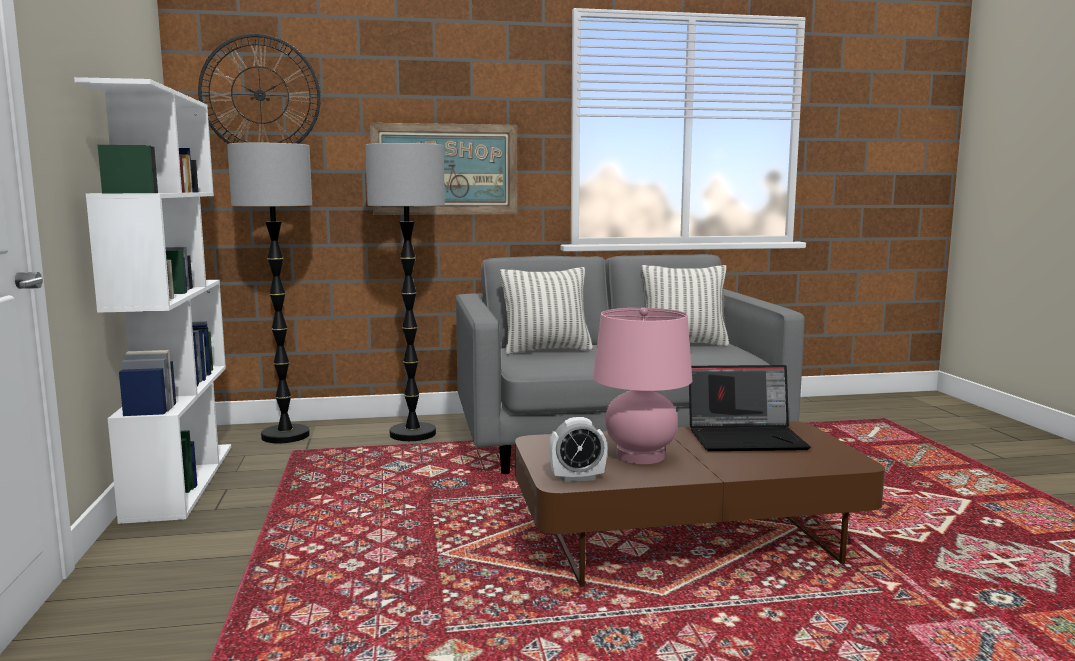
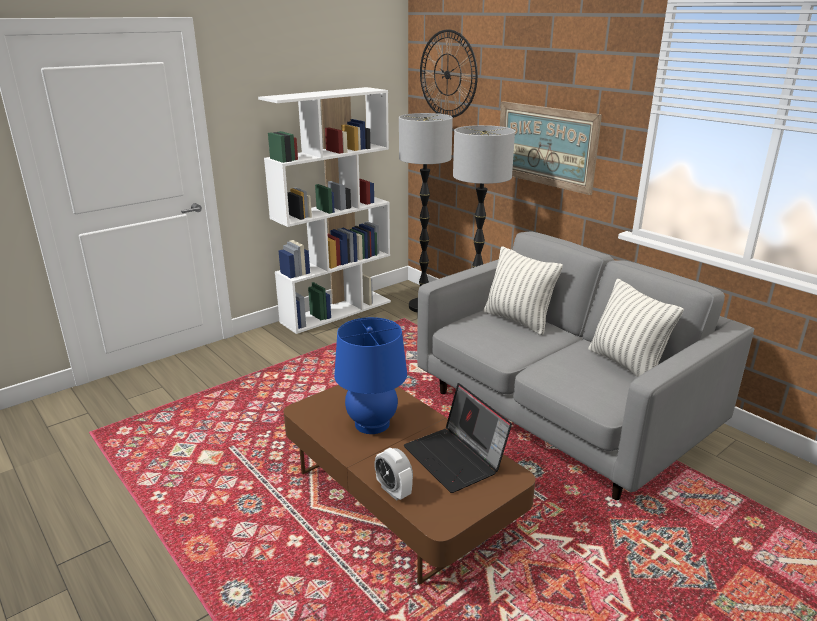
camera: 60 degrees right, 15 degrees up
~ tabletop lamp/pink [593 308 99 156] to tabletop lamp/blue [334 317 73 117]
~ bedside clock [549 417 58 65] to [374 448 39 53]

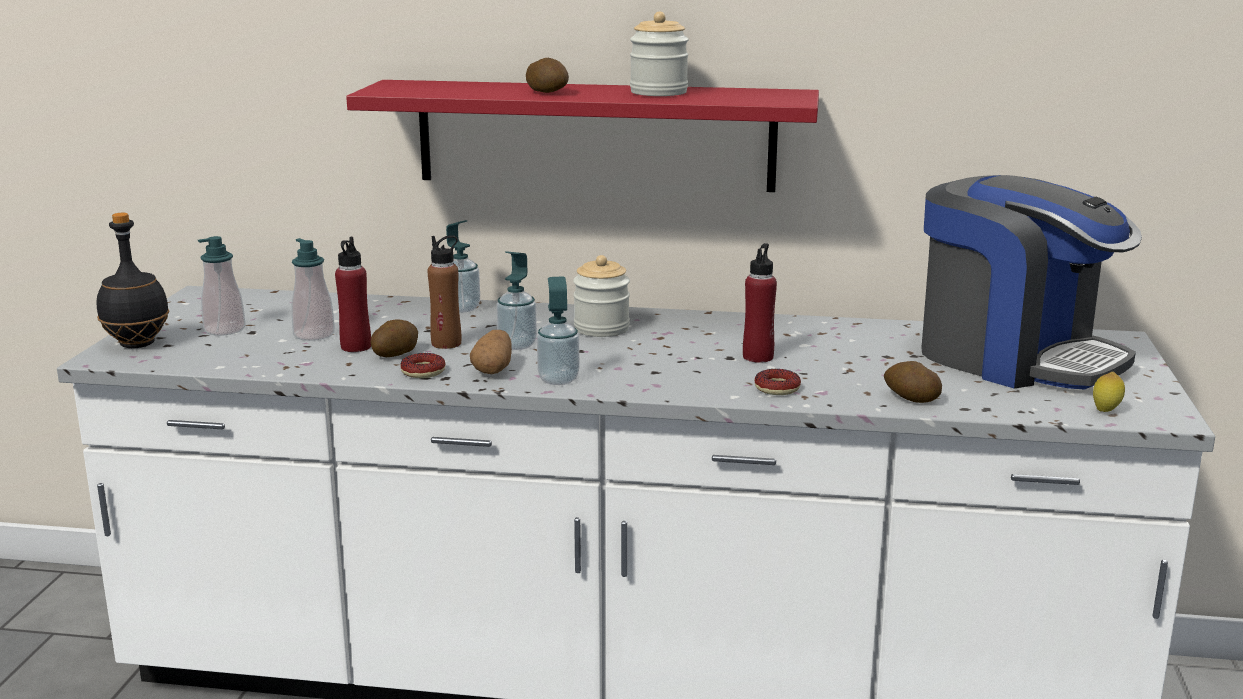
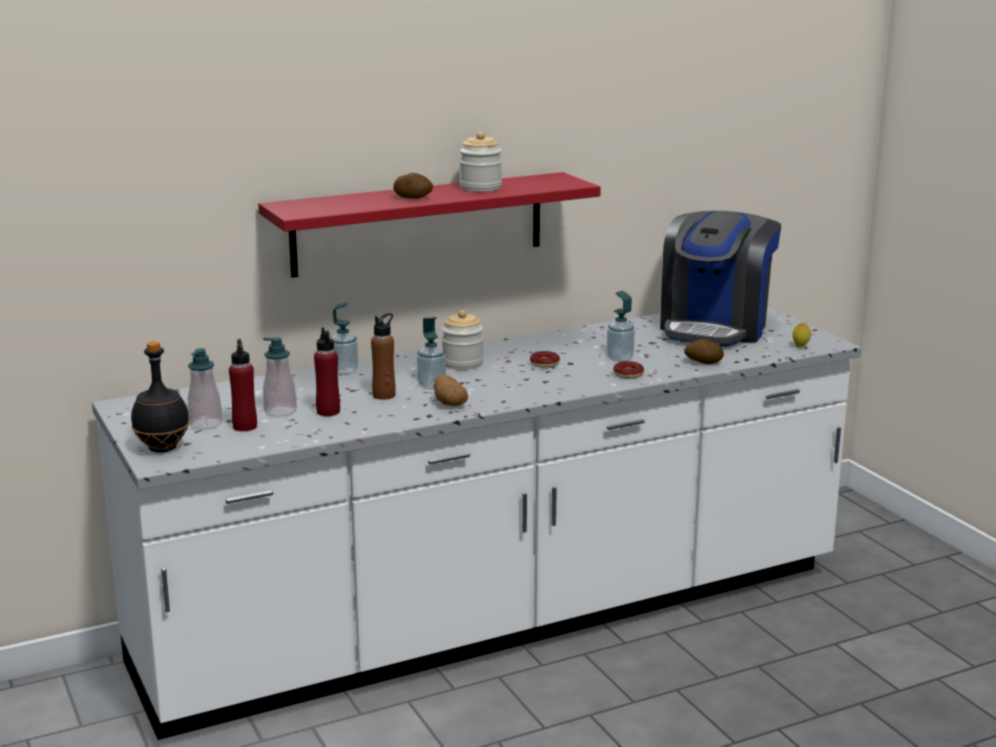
camera: 35 degrees left, 0 degrees up
~ beverage bottle/red-coloured [743 243 34 120] to [229 339 28 92]
~ ring doughnut [400 353 45 25] to [530 351 30 17]
~ soap bottle [537 276 43 109] to [607 291 28 71]
~ coffee brewer [921 175 221 214] = [660 211 121 136] 105 degrees clockwise
- spud [370 319 48 38]

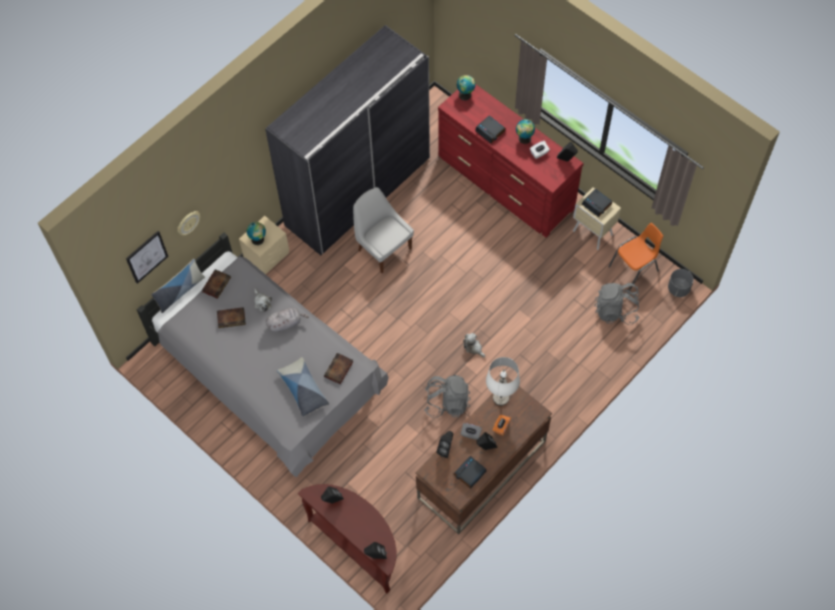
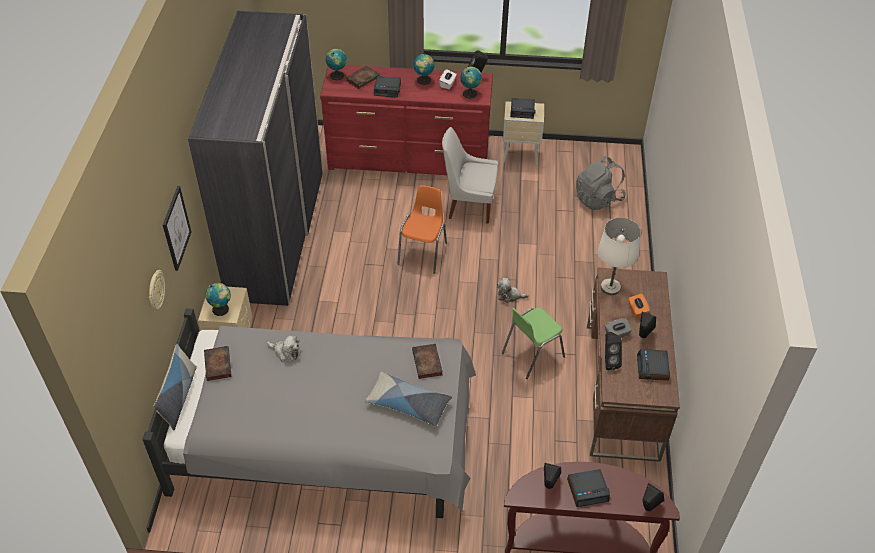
camera: 40 degrees left, 15 degrees down
~ wall picture [126 231 42 53] to [163 186 28 85]
~ bound book [217 307 29 21] to [345 66 35 23]
~ plain chair/orange [608 223 55 68] to [397 185 50 89]
~ plain chair/white [353 187 61 86] to [442 127 56 97]
+ world globe [460 67 22 31]
~ backpack/gray [424 375 47 43] to plain chair/green [502 307 63 72]
+ bedside clock [567 469 43 38]
- plush toy/gray [266 308 43 24]
- plant pot/gray [668 269 26 28]

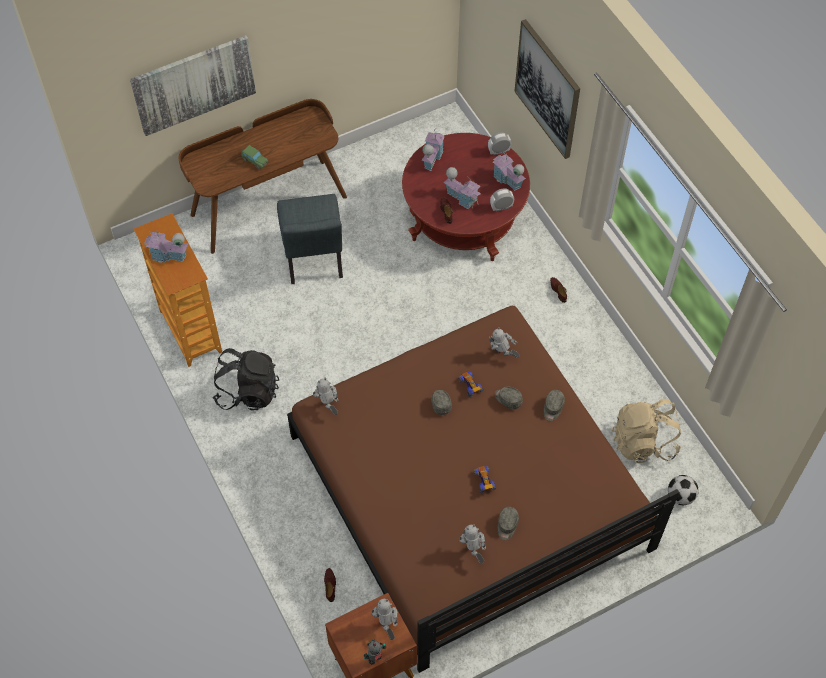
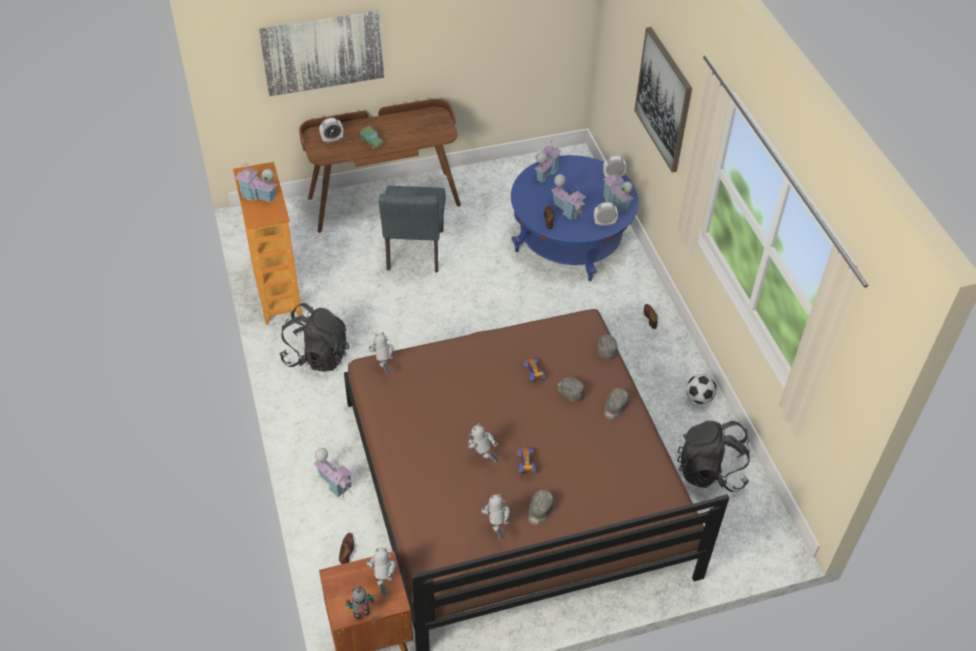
camera: 10 degrees right, 10 degrees down
+ model house [314 448 38 49]
+ bedside clock [319 118 24 25]
~ model robot [489 327 31 31] to [468 423 32 40]
~ coffee table/red-coloured [402 133 128 128] to coffee table/blue [511 155 128 126]
~ peaked cap/gray [431 390 21 25] to [597 335 21 24]
~ backpack/sand-coloured [612 399 69 64] to backpack/black-coloured [677 421 73 71]
~ football [668 475 30 30] to [686 374 31 30]

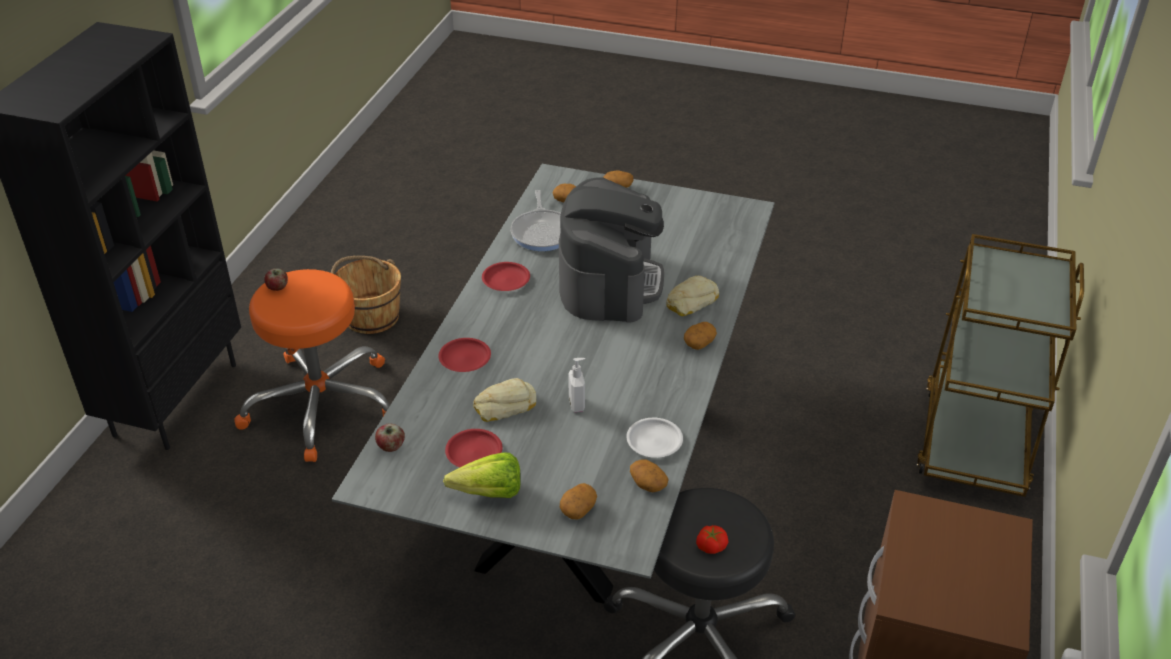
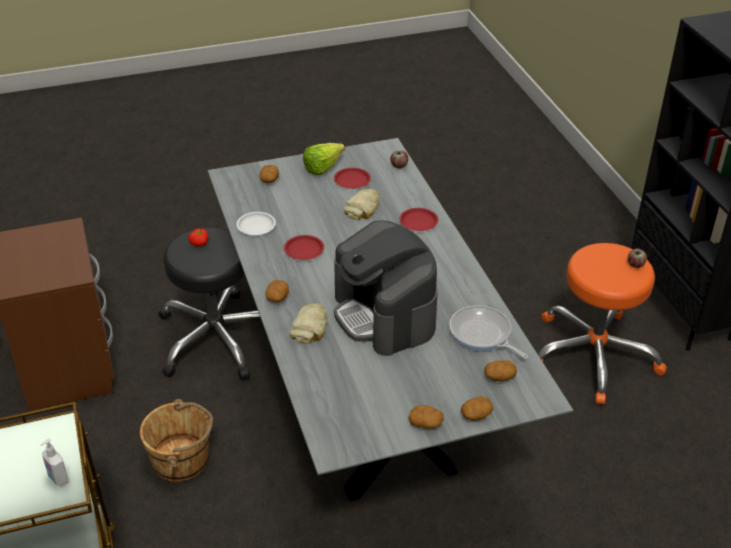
camera: 145 degrees right, 0 degrees up
~ soap bottle [569 358 16 54] to [40 439 28 47]
~ pail/brownish [331 256 70 78] to [140 399 73 83]
~ plate/red-coloured [482 262 48 29] to [284 235 40 25]
~ spud [630 459 39 33] to [409 405 35 23]

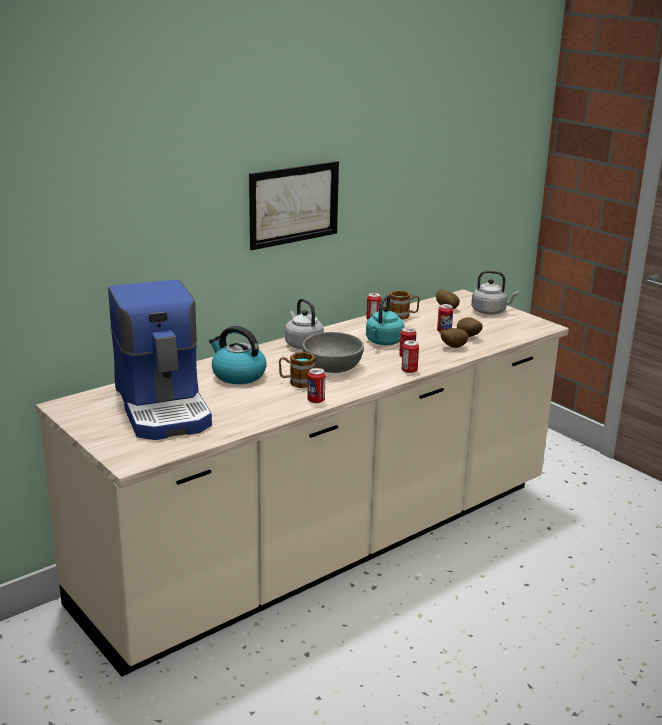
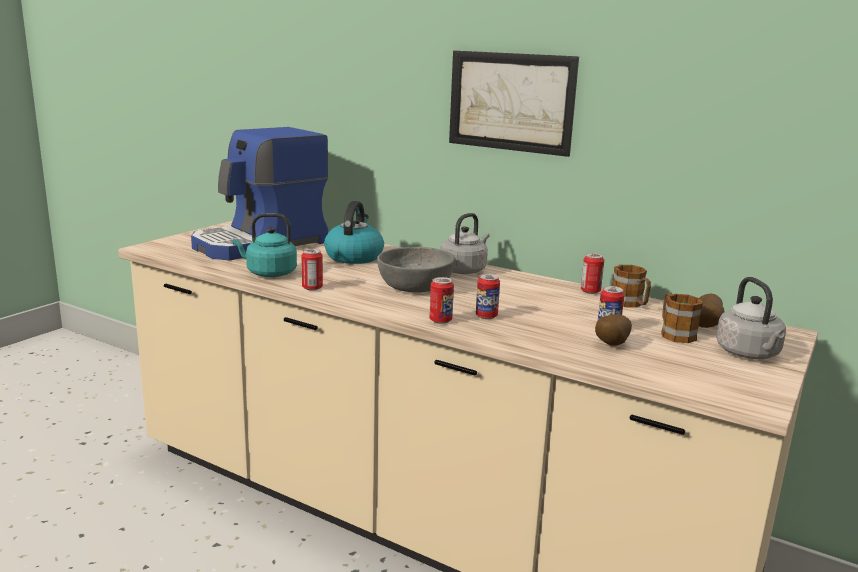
camera: 70 degrees right, 5 degrees down
~ water kettle/turquoise-coloured [366 295 39 50] to [233 213 64 64]
~ mug [279 352 36 36] to [661 293 42 50]
- spud [441 328 27 20]

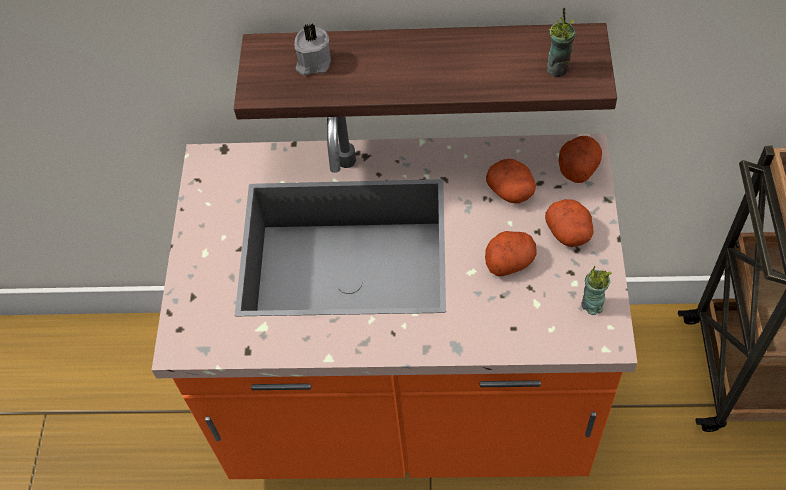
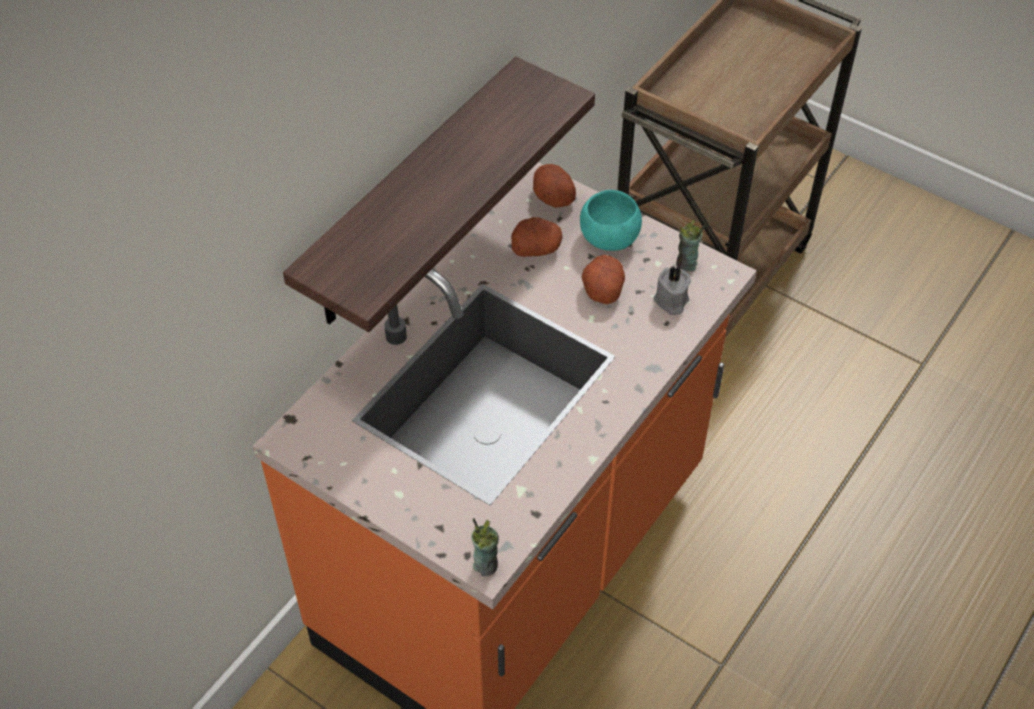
camera: 60 degrees left, 5 degrees down
~ small cup [547 7 29 70] to [471 518 28 58]
~ spud [545 199 49 48] to bowl/turquoise-coloured [580 190 62 61]
~ wax light/gray [294 23 37 52] to [653 266 38 49]

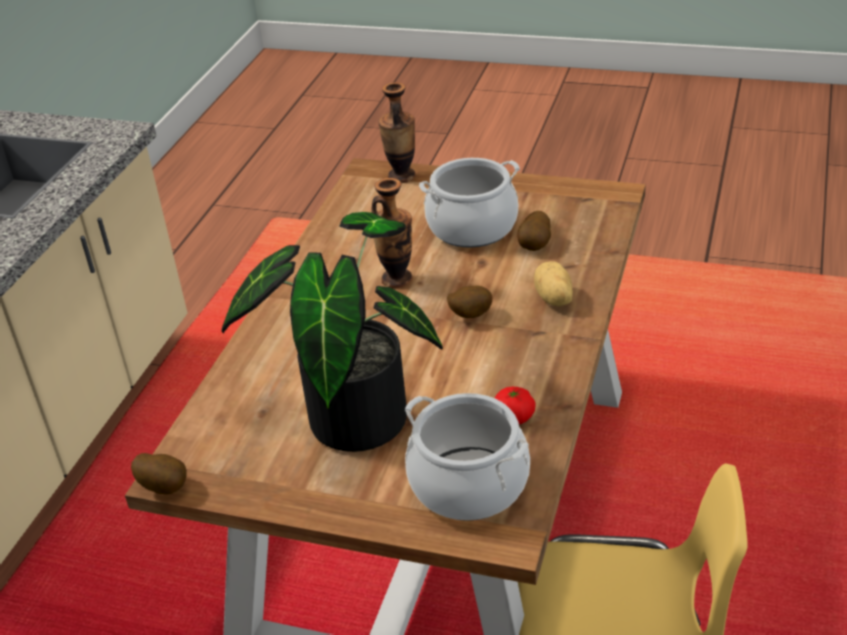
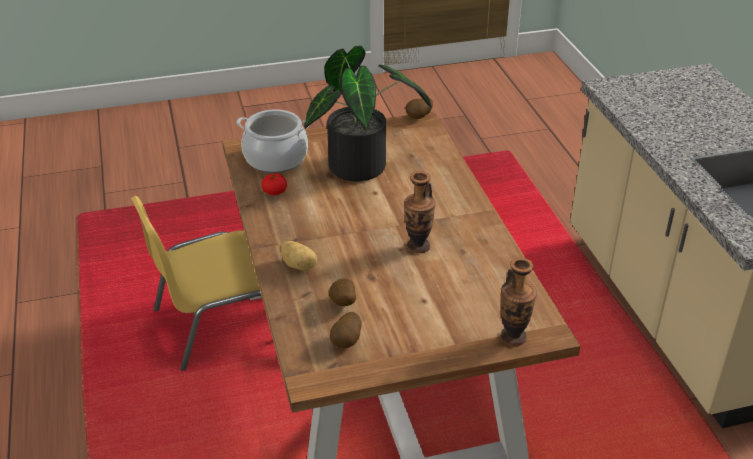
camera: 145 degrees right, 0 degrees up
~ spud [447 286 45 32] to [330 312 32 36]
- cooking pot [419 158 101 90]

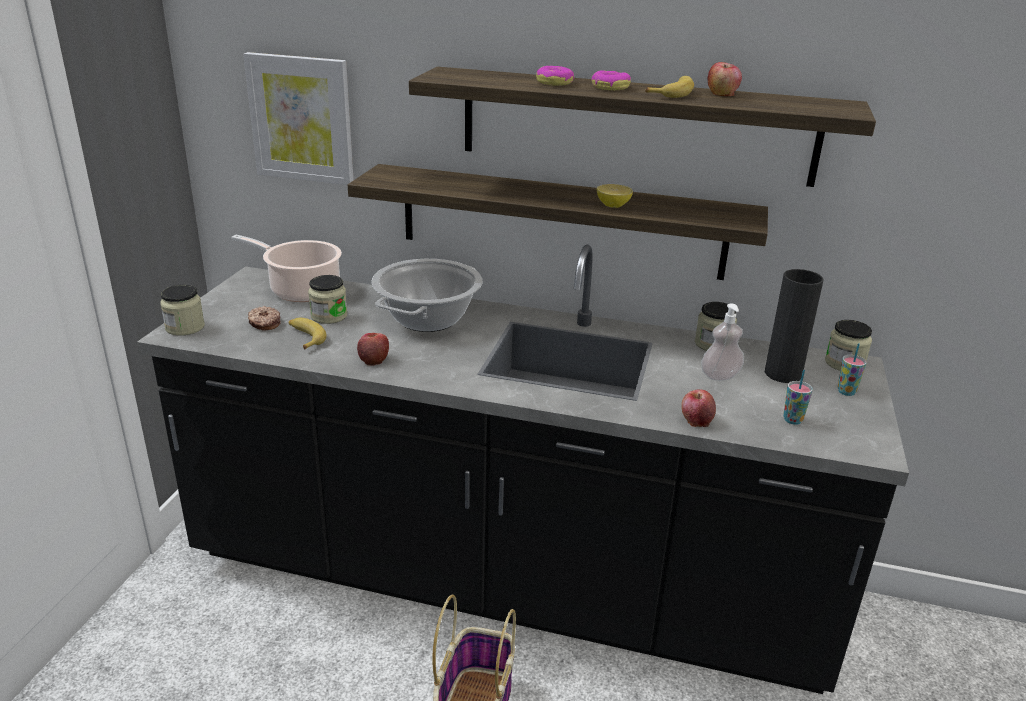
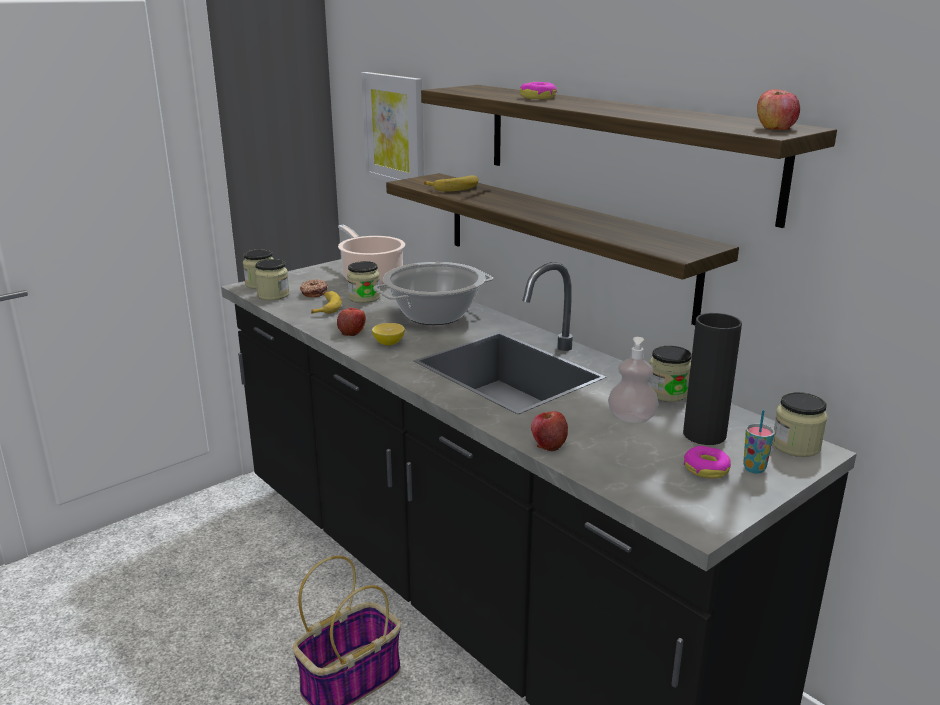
camera: 35 degrees right, 5 degrees down
+ preserve jar [255 259 34 41]
~ lemon [597 184 36 24] to [372 323 33 23]
~ whole banana [645 76 49 22] to [424 175 54 16]
~ ring doughnut [591 70 40 20] to [684 446 47 33]
~ apple [708 62 34 34] to [757 89 43 41]
- small cup [783 369 30 56]

